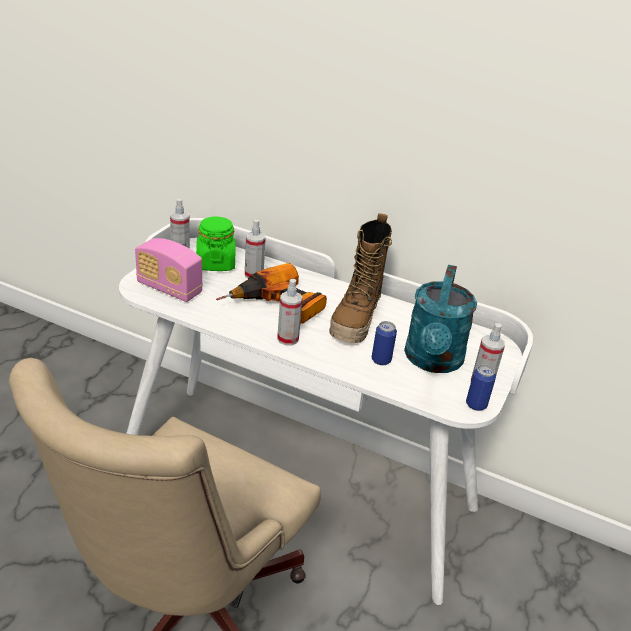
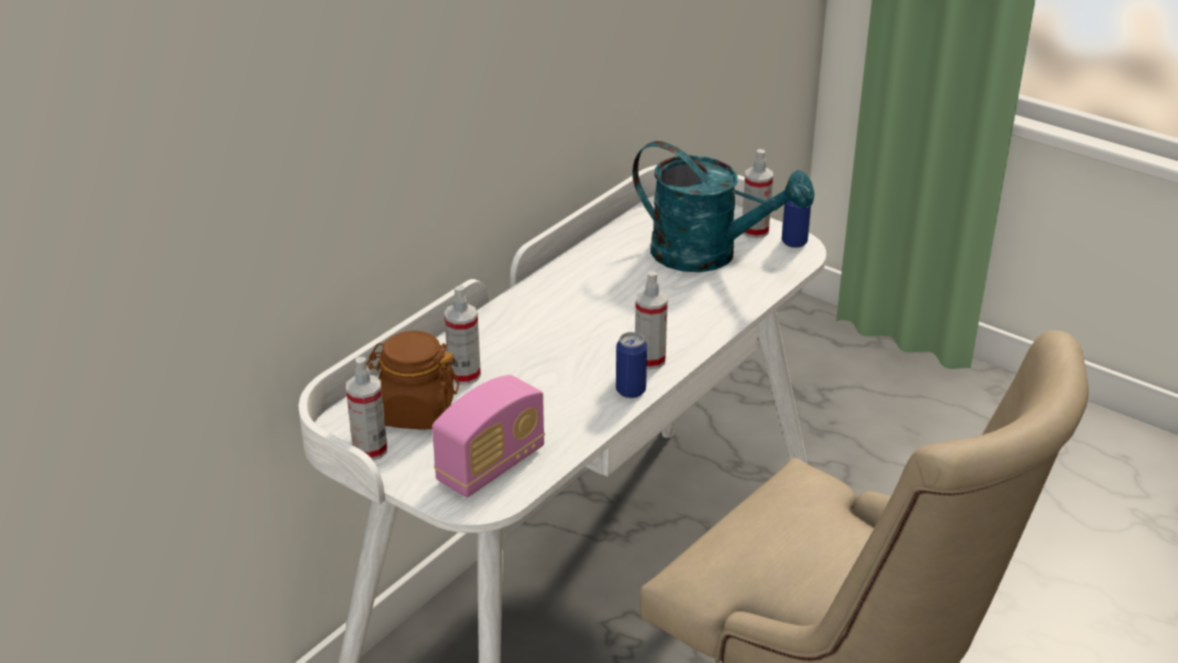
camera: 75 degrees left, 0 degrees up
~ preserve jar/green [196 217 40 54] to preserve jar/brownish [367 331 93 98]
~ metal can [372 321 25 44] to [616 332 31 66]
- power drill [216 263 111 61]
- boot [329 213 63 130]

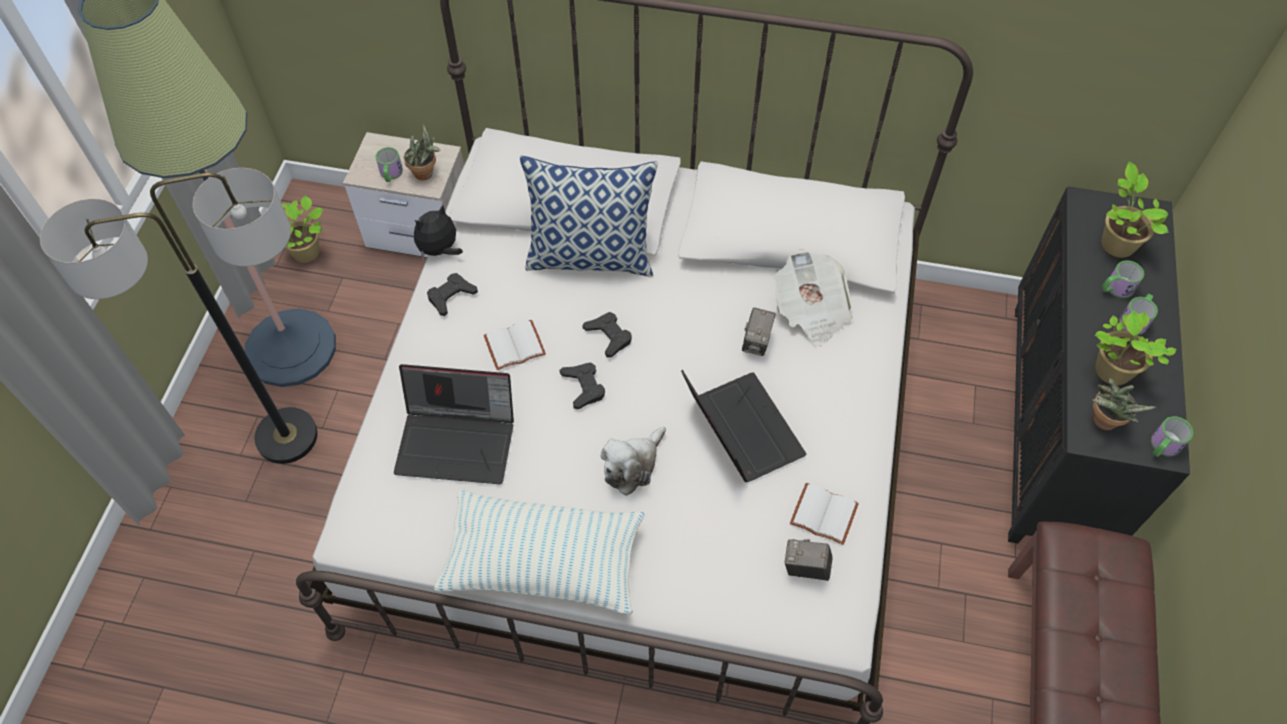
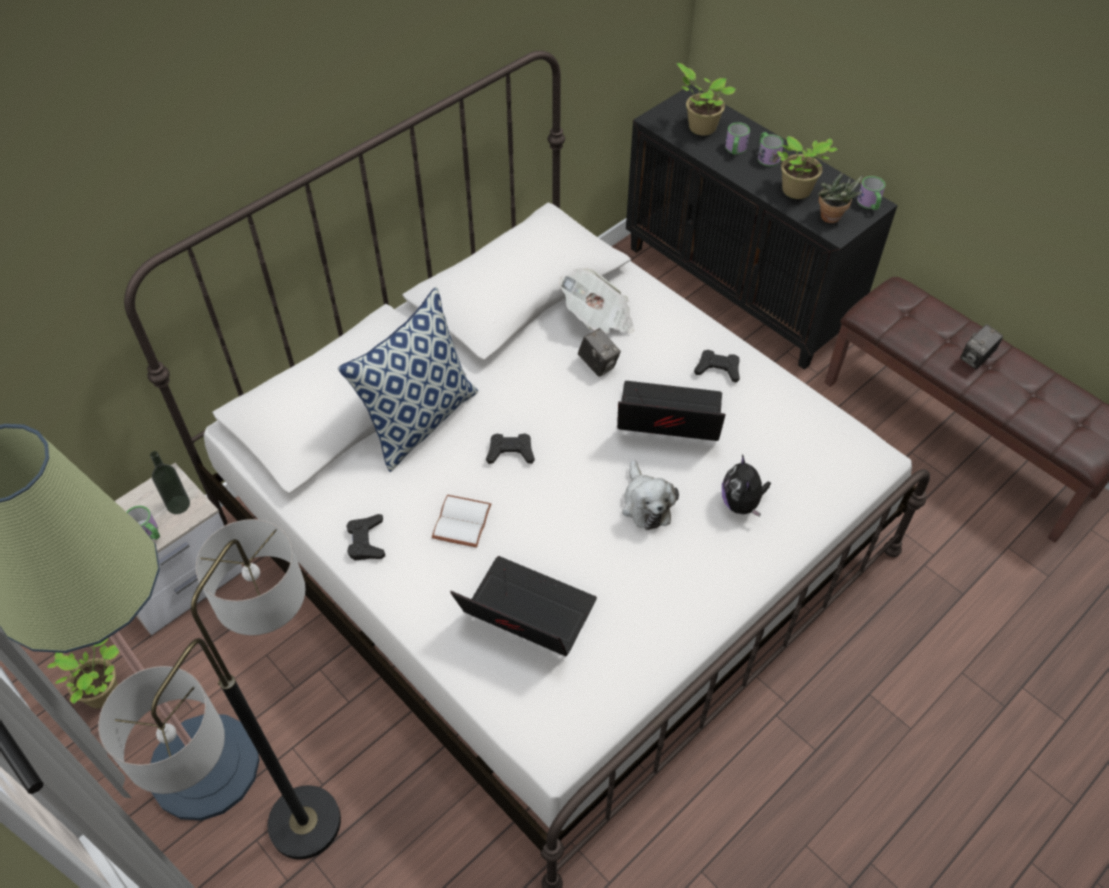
camera: 55 degrees left, 5 degrees down
~ potted plant [404 124 37 56] to beverage bottle [150 451 40 63]
~ notebook computer [394 364 120 120] = [451 556 146 100] 105 degrees counterclockwise
~ joypad/black-coloured [560 362 45 47] to [694 350 46 33]
~ plush toy [414 204 49 57] to [722 454 49 63]
~ photo camera [785 539 47 42] to [960 324 43 45]
- pillow [434 490 210 125]
- bound book/white [790 483 69 62]

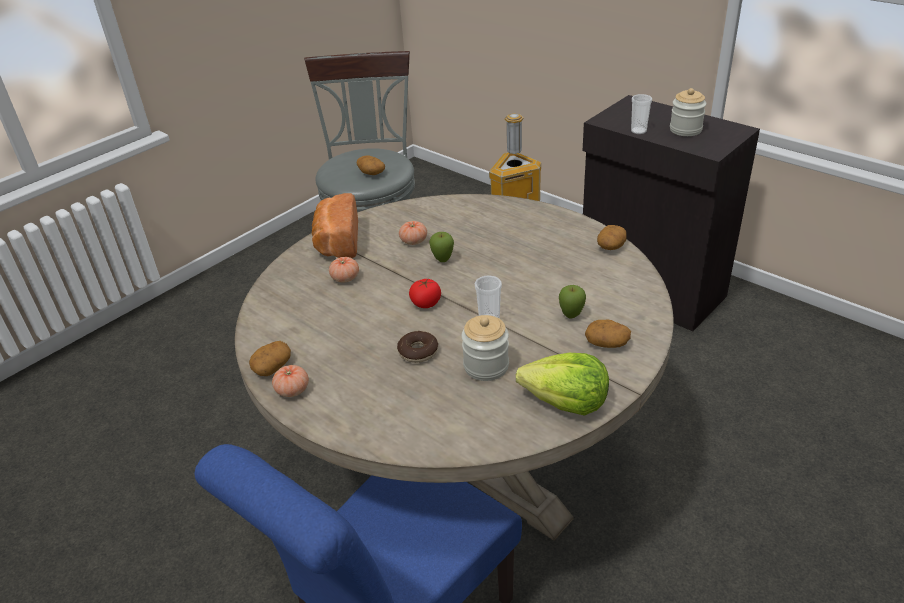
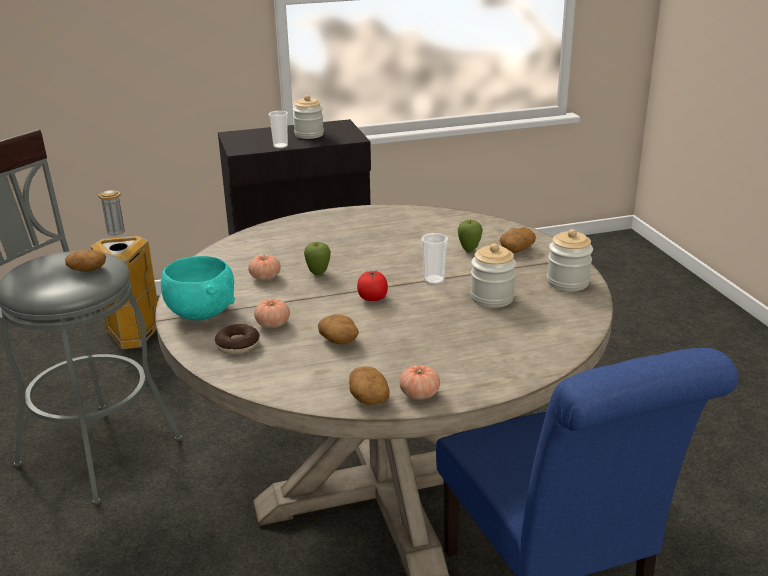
camera: 60 degrees left, 10 degrees down
~ bread [312 193 46 65] to bowl/turquoise-coloured [161 256 74 64]
~ ring doughnut [397 331 41 32] to [215 324 45 30]
~ spud [597 225 30 25] to [318 314 41 30]
~ head of lettuce [516 353 93 63] to preserve jar [547 229 46 62]

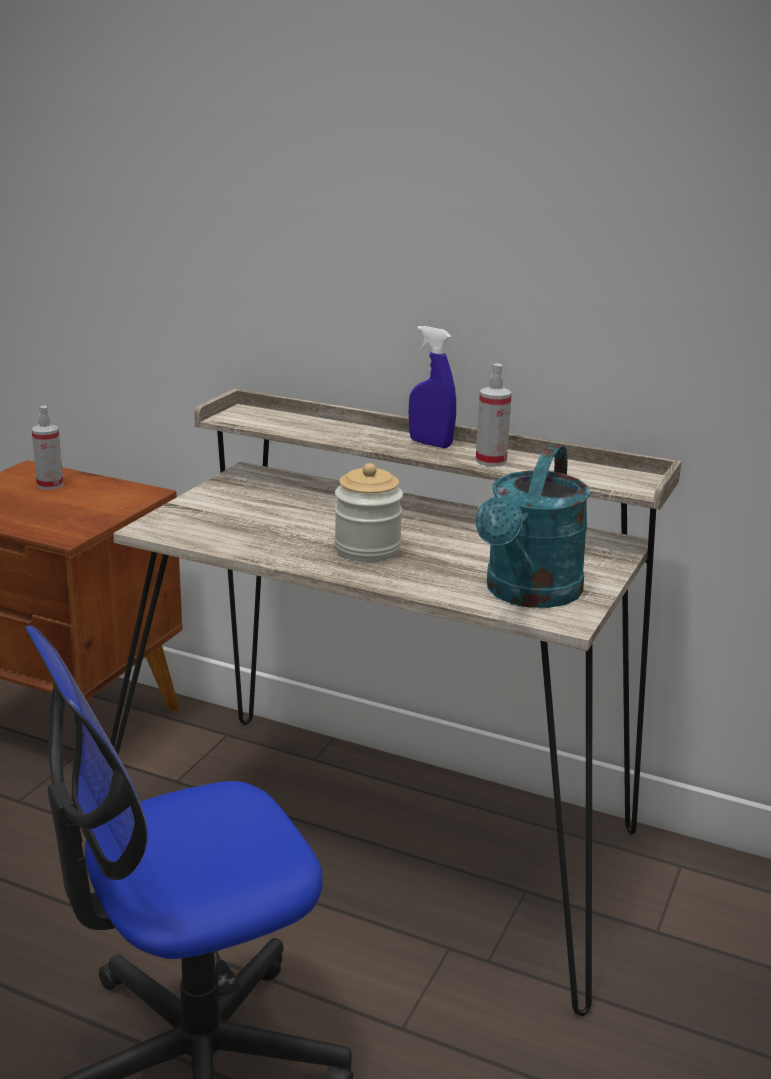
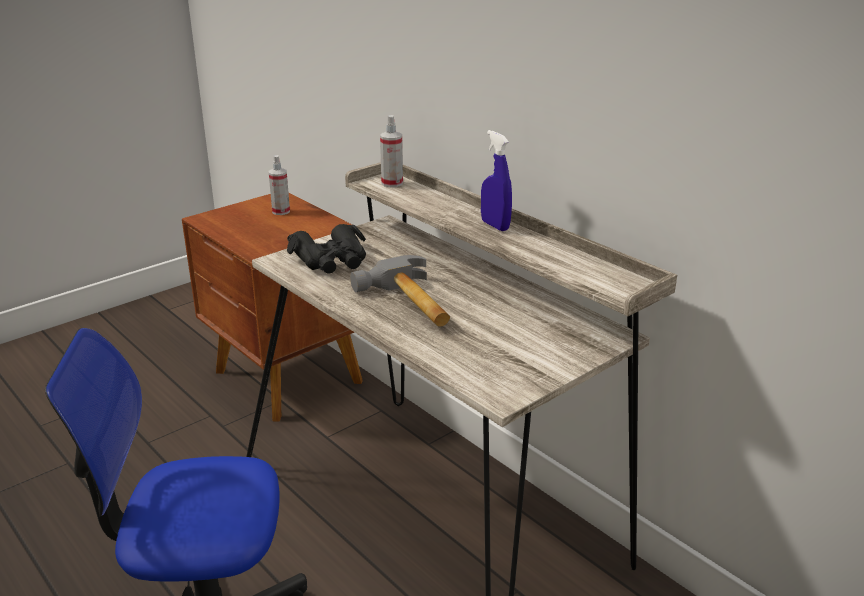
camera: 25 degrees right, 5 degrees up
+ binoculars/black-coloured [287 224 79 50]
~ preserve jar [334 463 69 99] to tool hammer [350 255 100 72]
~ hand sprayer [476 363 36 104] to [380 115 23 72]
- sprinkling can/turquoise-coloured [476 444 114 164]

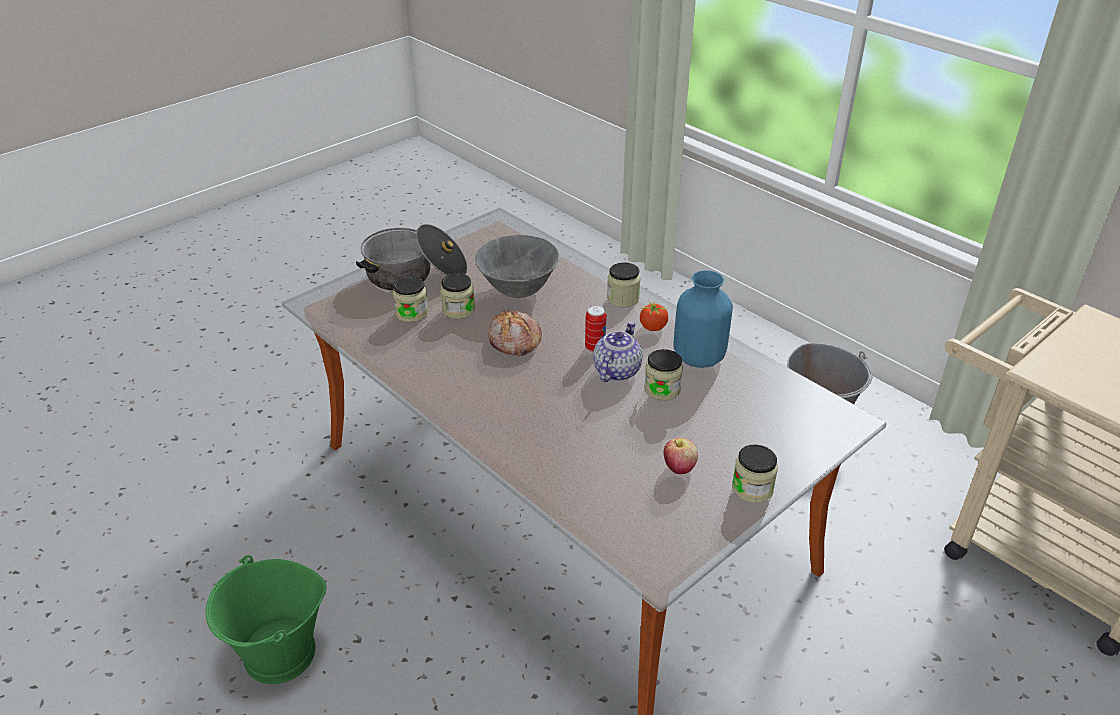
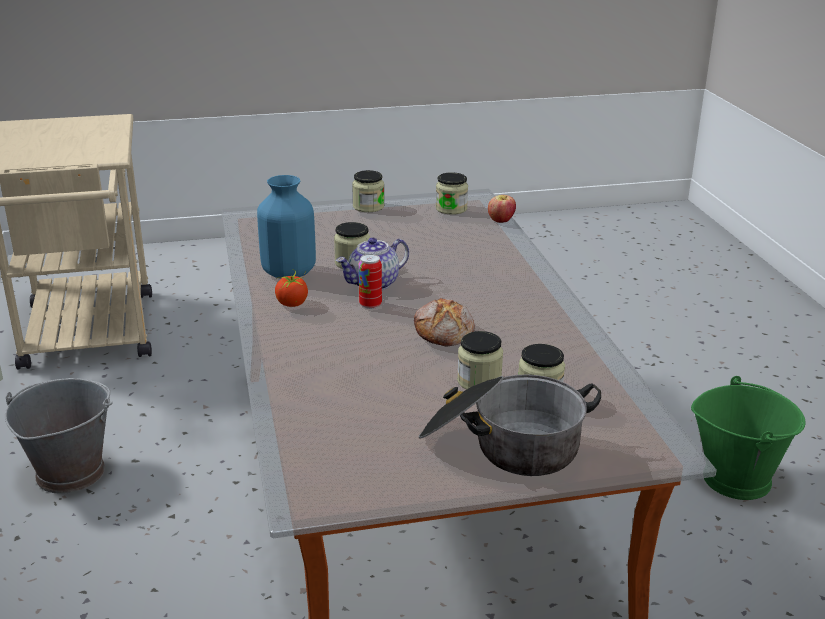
camera: 150 degrees left, 10 degrees down
~ preserve jar [607 262 34 45] to [436 172 32 43]
~ apple [664 438 34 36] to [488 195 28 28]
- bowl/gray [475 235 85 63]

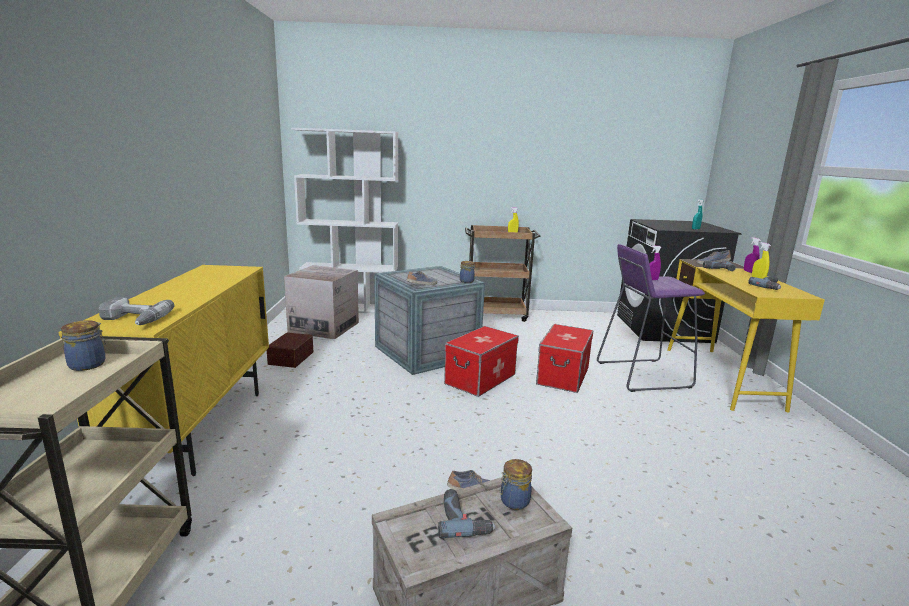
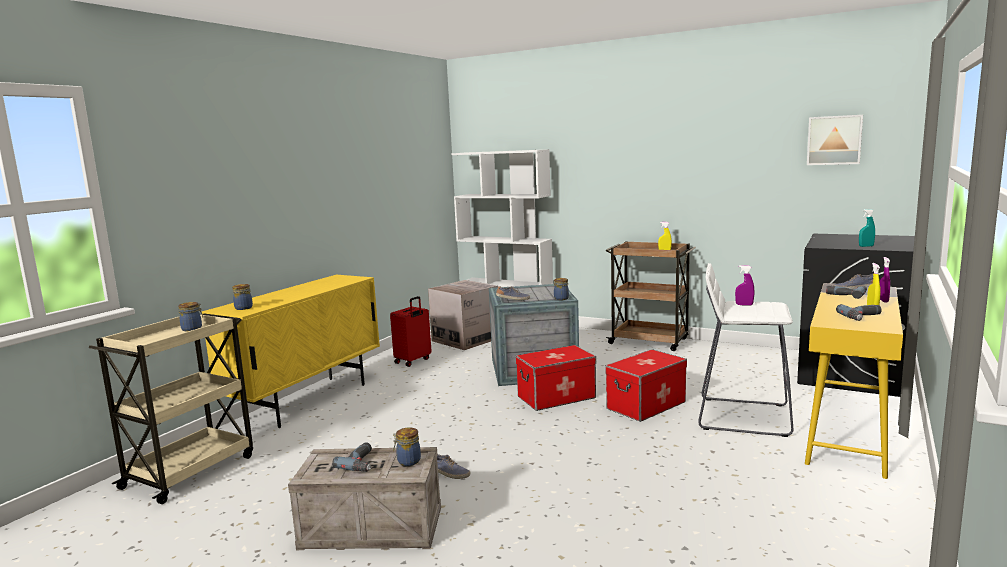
camera: 30 degrees right, 5 degrees down
~ power drill [98 297 76 28] to preserve jar [232 284 21 26]
~ storage container/brownish [267 332 46 36] to suitcase/red-coloured [390 296 41 71]
~ stool/purple-coloured [597 244 108 148] to stool/white [698 263 96 174]
+ wall picture [807 115 56 50]

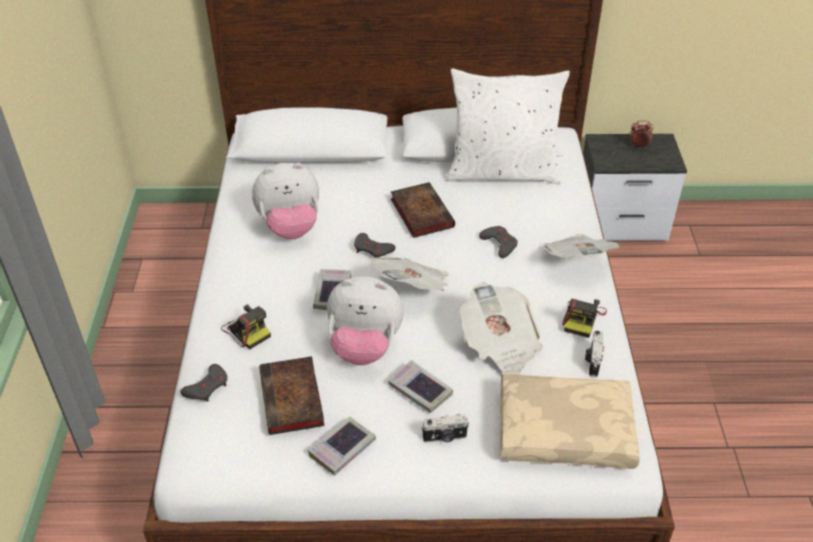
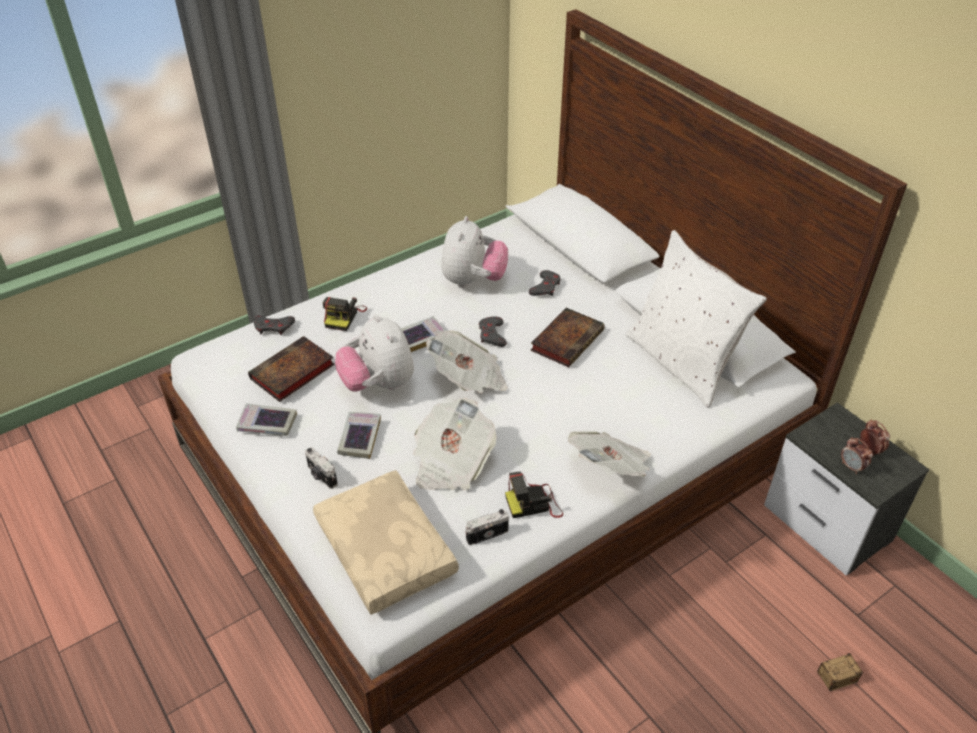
camera: 55 degrees right, 0 degrees up
~ plush toy [252 163 67 76] = [441 216 67 72] 120 degrees counterclockwise
~ joypad/gray [479 226 39 32] to [529 270 32 26]
+ storage container [800 653 63 38]
+ bedside clock [841 437 32 37]

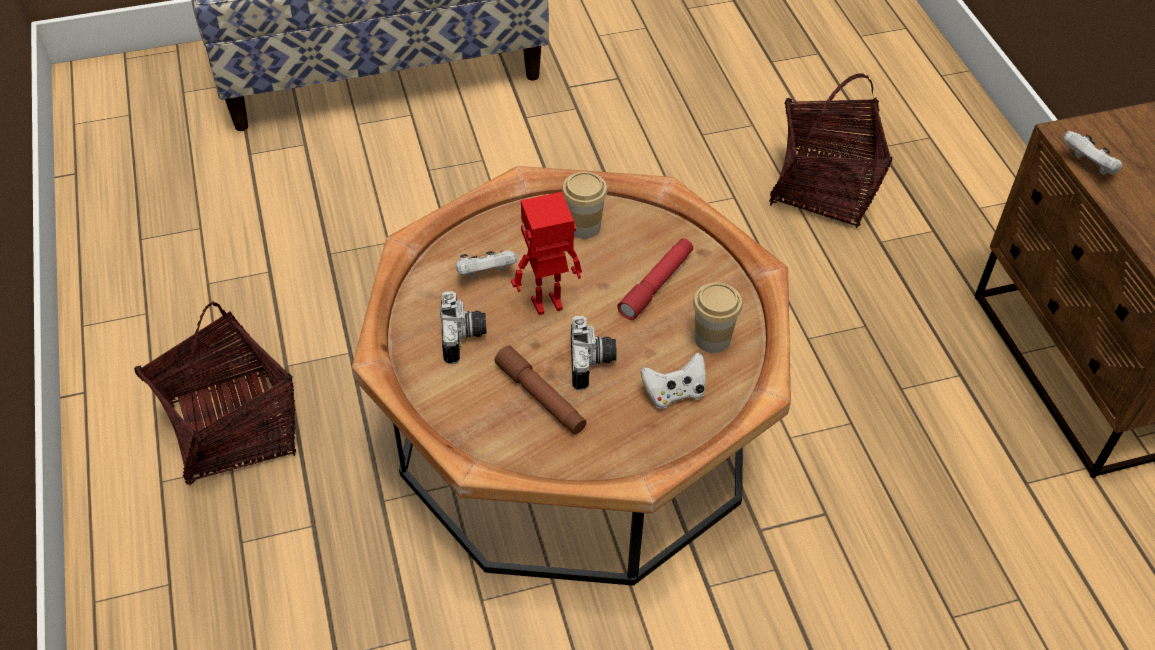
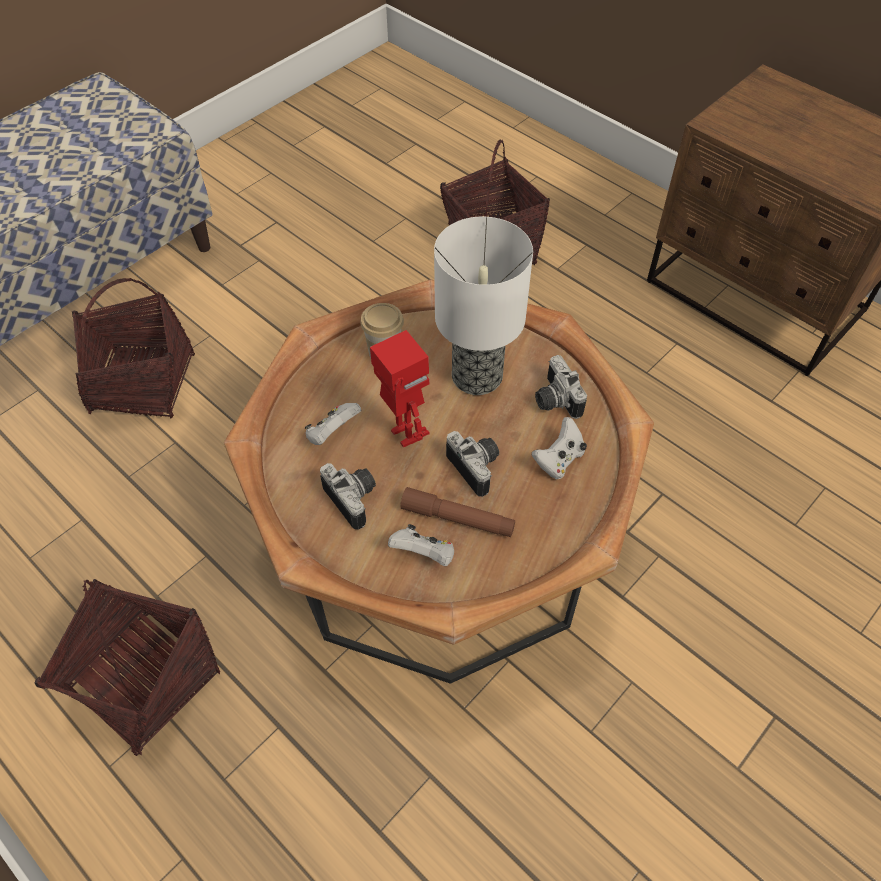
camera: 30 degrees left, 5 degrees up
+ household basket [72 278 123 141]
~ model robot [511 192 71 123] = [370 330 60 117] 105 degrees clockwise
~ joypad/white [1063 131 59 44] to [388 524 66 42]
~ torch/red-coloured [617 238 76 82] to tabletop lamp [434 217 99 178]
~ small cup [693 283 49 70] to photo camera [535 355 52 64]

